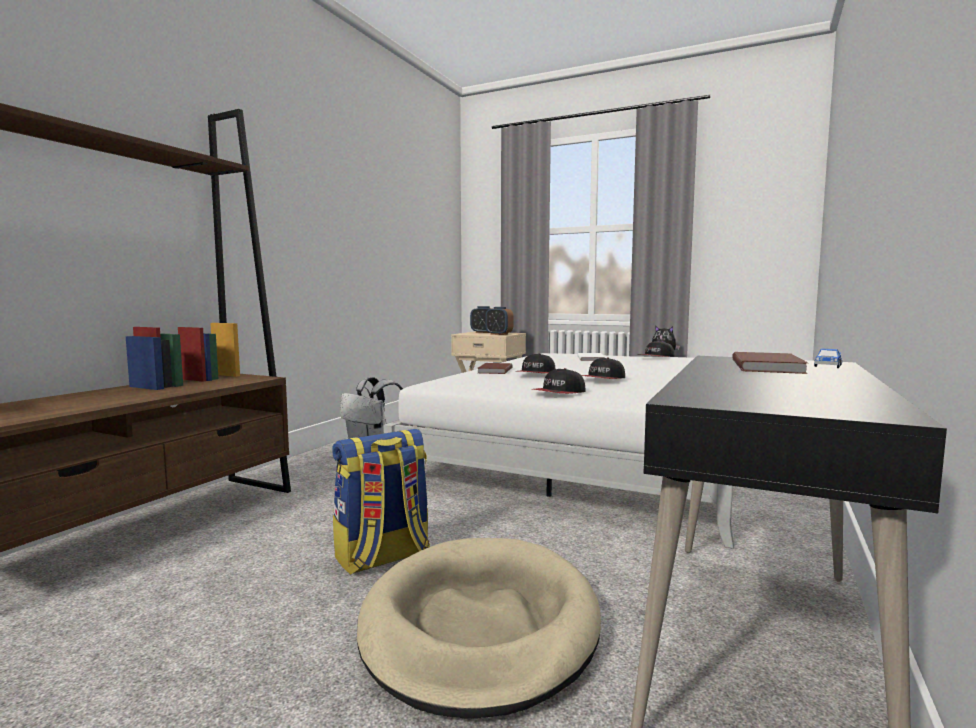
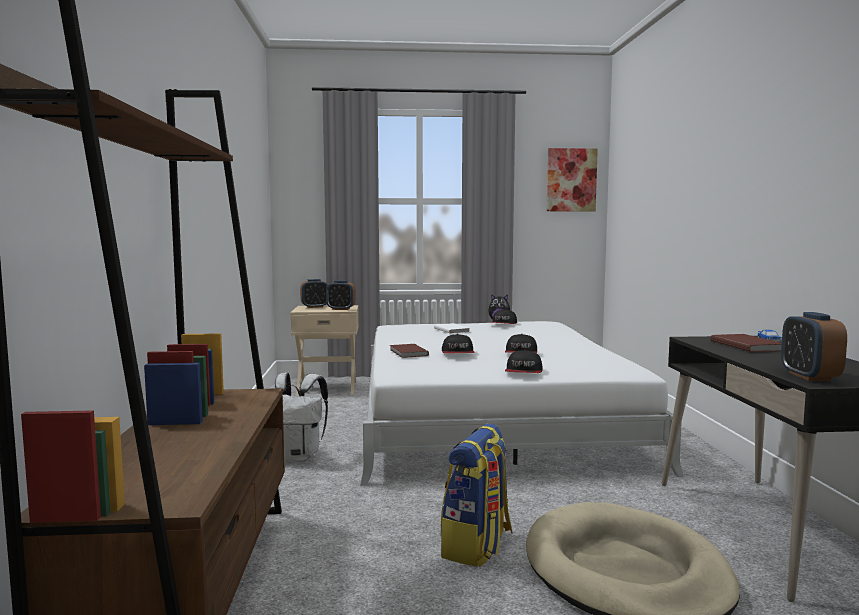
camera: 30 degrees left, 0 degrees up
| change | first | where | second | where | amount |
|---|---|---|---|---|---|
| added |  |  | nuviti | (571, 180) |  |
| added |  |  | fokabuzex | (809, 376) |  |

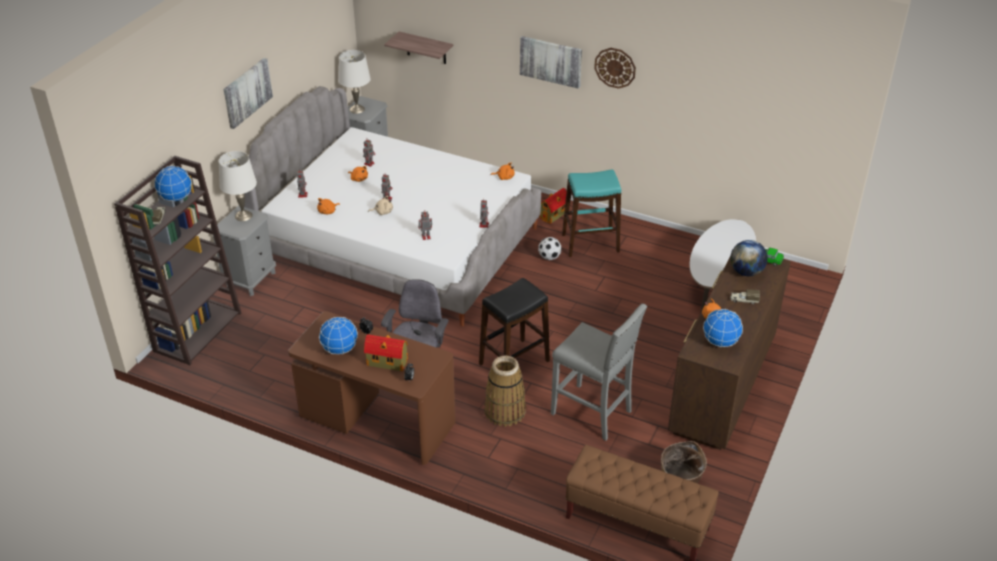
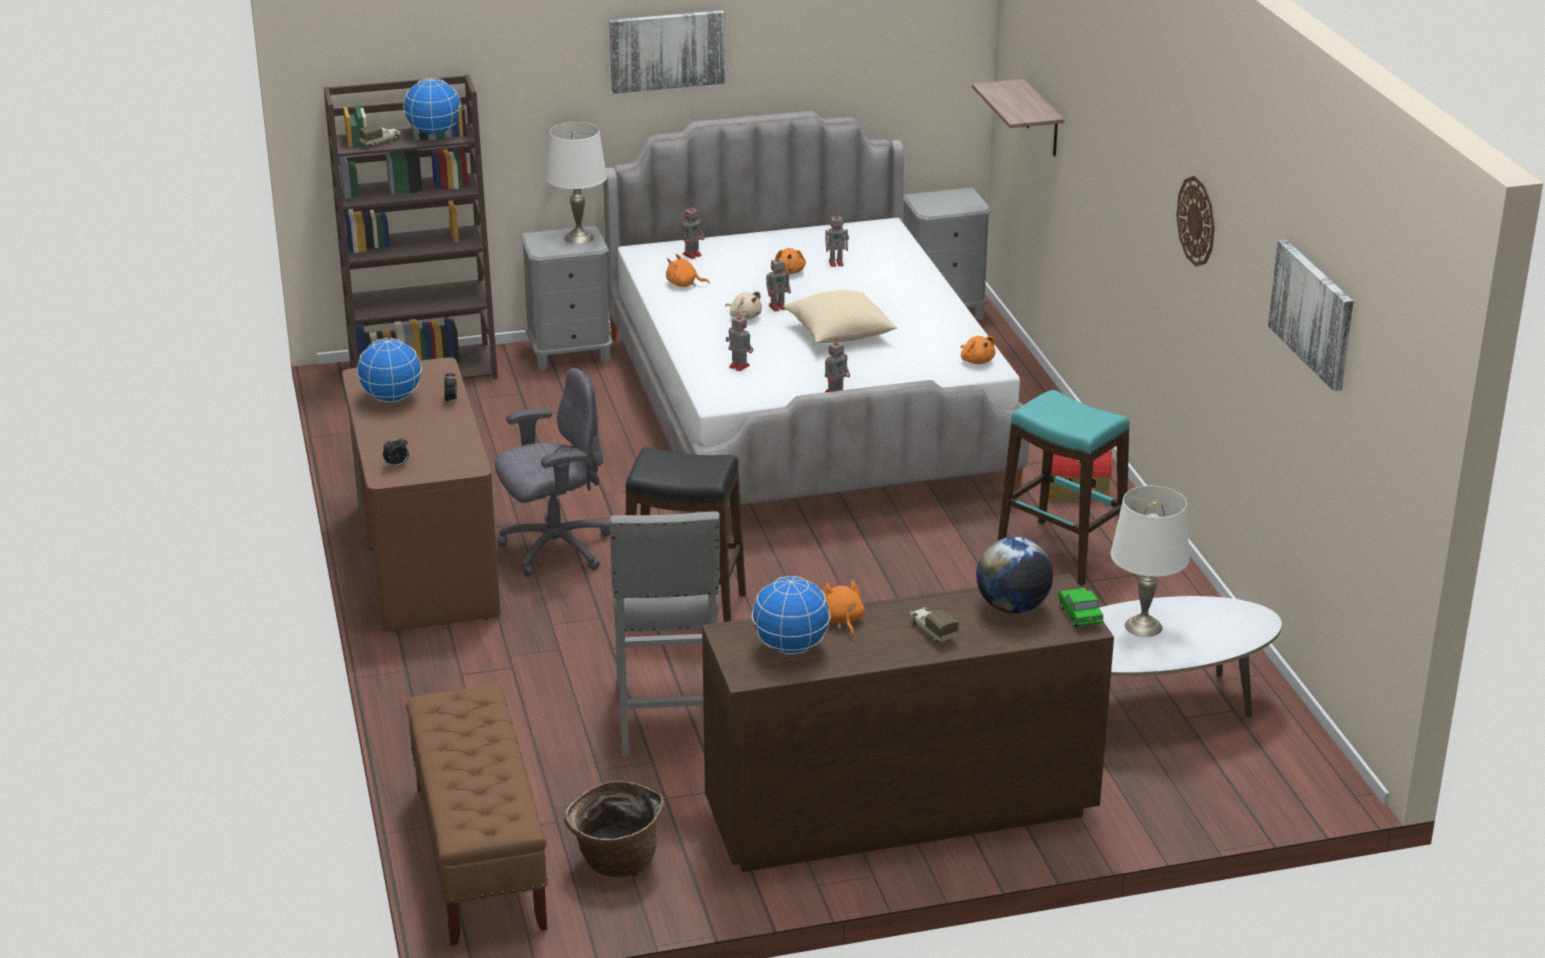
camera: 50 degrees right, 10 degrees down
| change | first | where | second | where | amount |
|---|---|---|---|---|---|
| moved | nuviti | (551, 61) |  | (1313, 313) |  |
| moved | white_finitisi | (357, 109) |  | (1143, 627) |  |
| removed | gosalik | (549, 257) |  |  |  |
| removed | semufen | (388, 362) |  |  |  |
| removed | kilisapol | (504, 411) |  |  |  |
| added |  |  | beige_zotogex | (839, 334) |  |

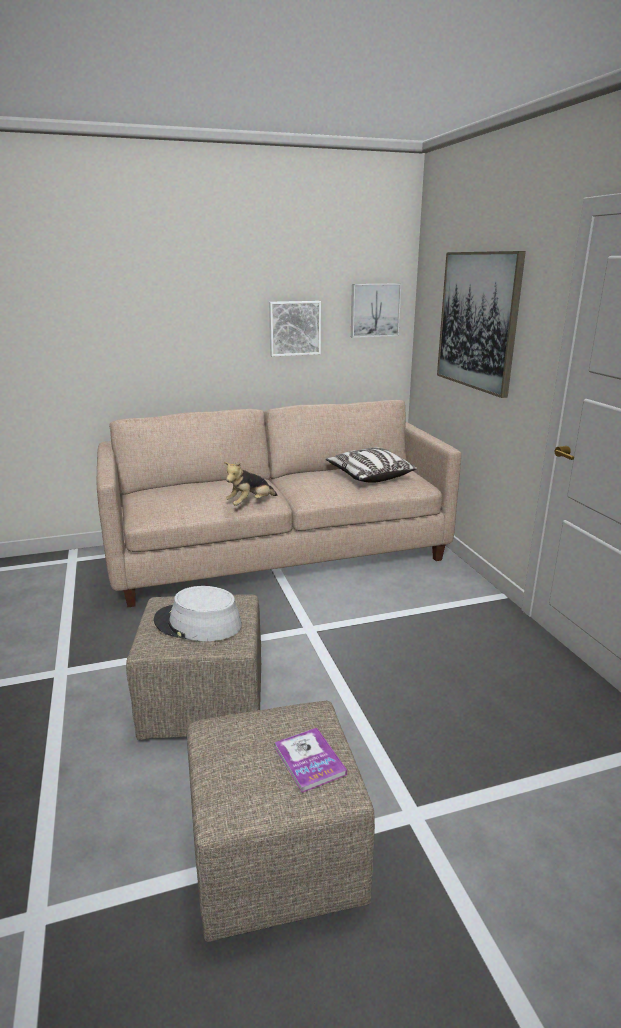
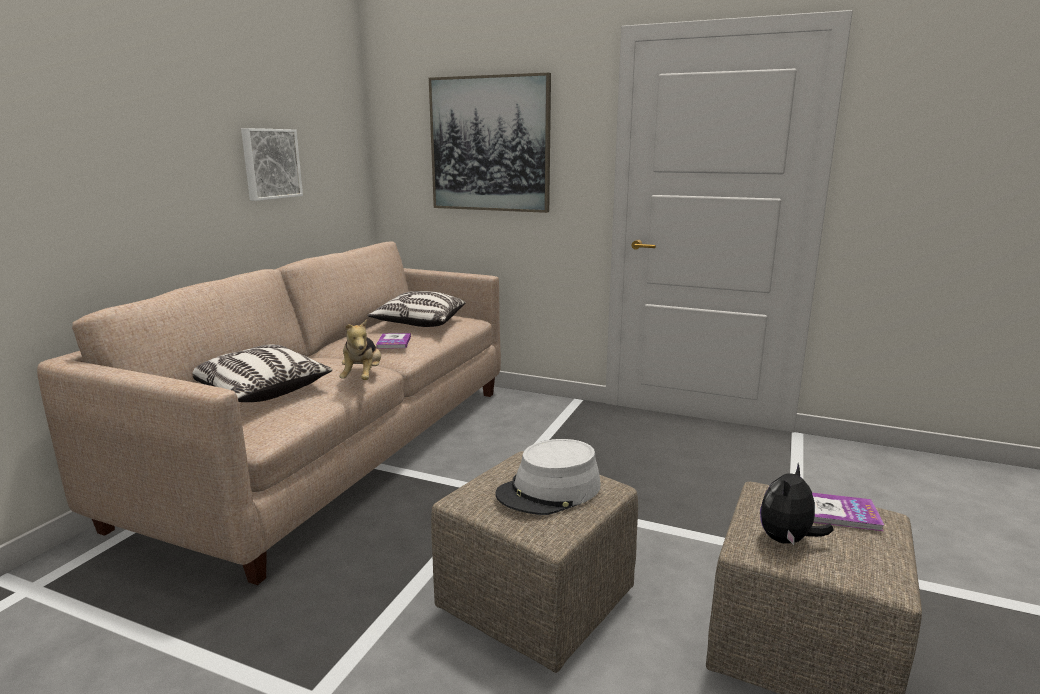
camera: 50 degrees left, 5 degrees down
| change | first | where | second | where | amount |
|---|---|---|---|---|---|
| removed | nuviti | (374, 310) |  |  |  |
| added |  |  | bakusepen | (394, 342) |  |
| added |  |  | zotogex | (259, 391) |  |
| added |  |  | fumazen | (787, 540) |  |

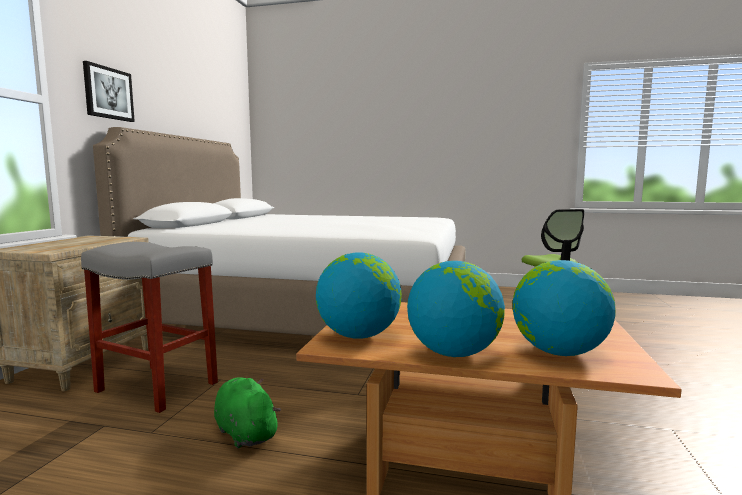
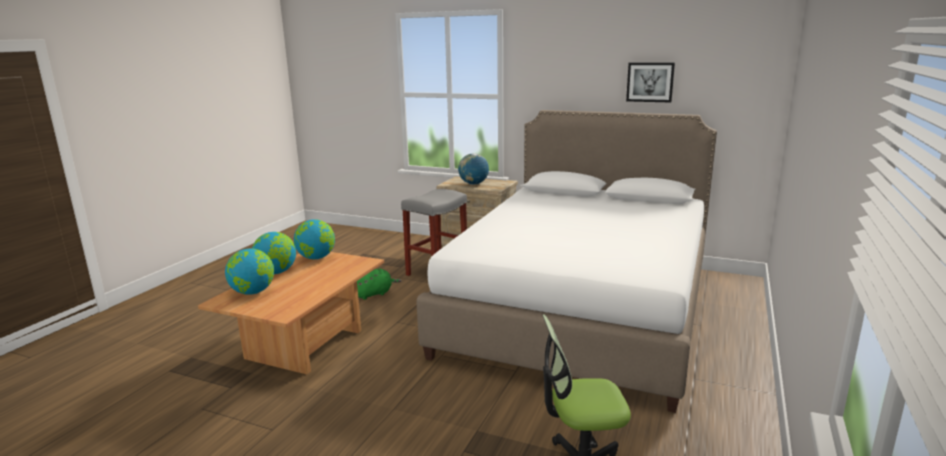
camera: 100 degrees right, 10 degrees up
| change | first | where | second | where | amount |
|---|---|---|---|---|---|
| moved | nuviti | (108, 93) |  | (650, 82) |  |
| added |  |  | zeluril | (473, 184) |  |

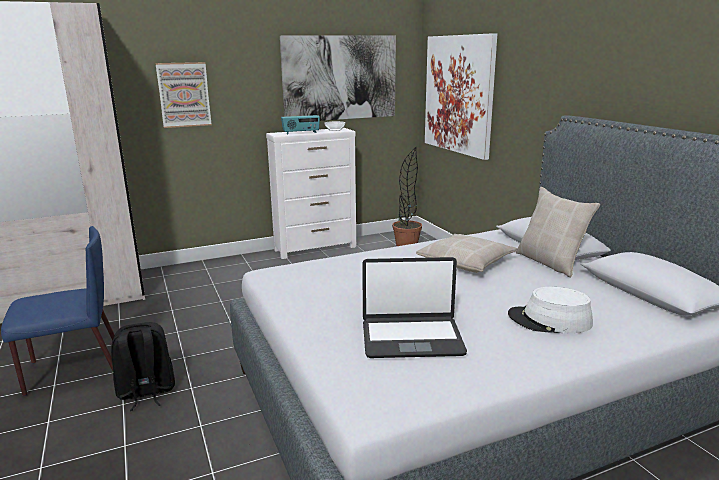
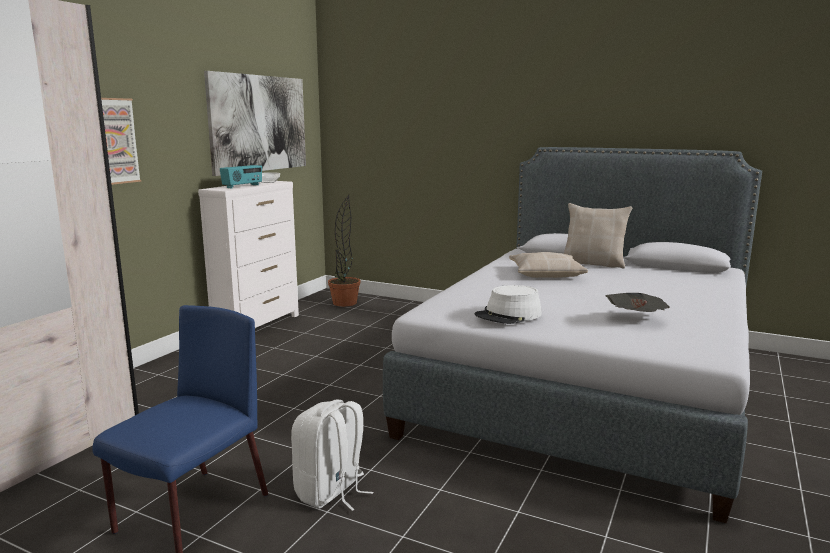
camera: 40 degrees left, 5 degrees down
| change | first | where | second | where | amount |
|---|---|---|---|---|---|
| removed | nuviti | (458, 94) |  |  |  |
| replaced | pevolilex | (411, 338) | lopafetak | (636, 319) |  |
| moved | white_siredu | (549, 320) |  | (508, 315) |  |
| recoloured | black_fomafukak | (146, 392) | white_fomafukak | (331, 492) |  |

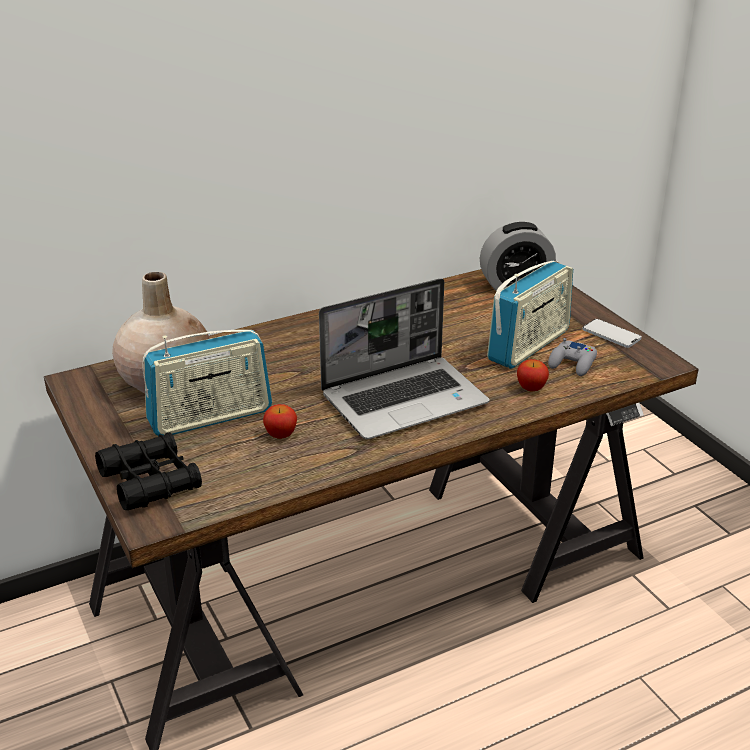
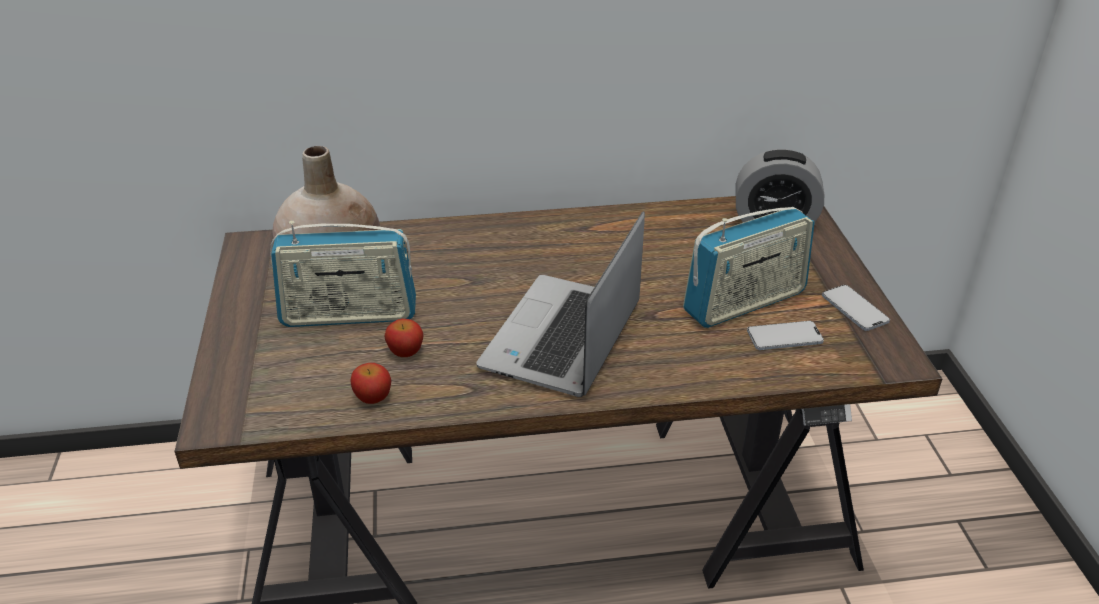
camera: 20 degrees right, 5 degrees up
| change | first | where | second | where | amount |
|---|---|---|---|---|---|
| turned | pevolilex | (405, 399) |  | (563, 339) | 120 degrees clockwise |
| replaced | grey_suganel | (572, 363) | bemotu | (784, 337) |  |
| moved | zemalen | (531, 388) |  | (372, 398) |  |
| removed | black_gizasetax | (150, 481) |  |  |  |

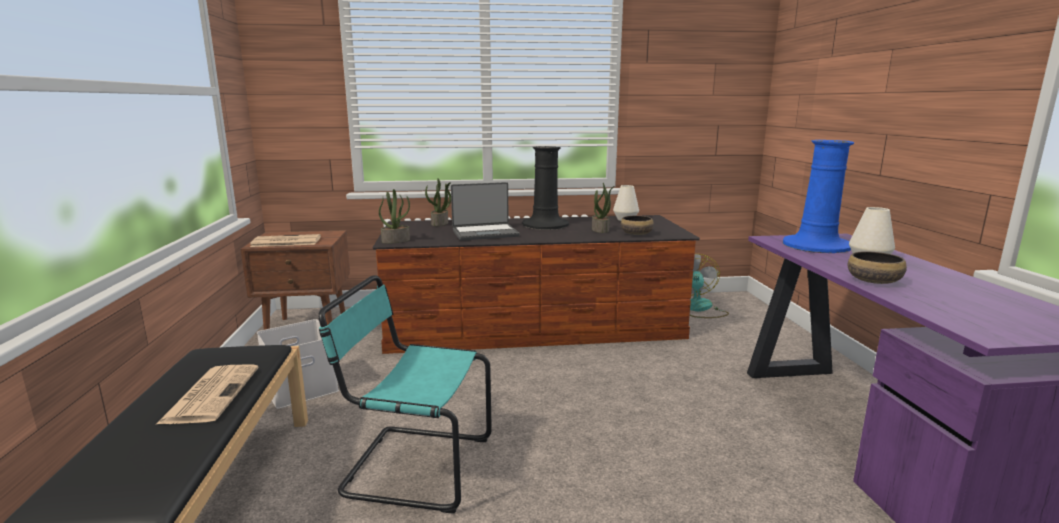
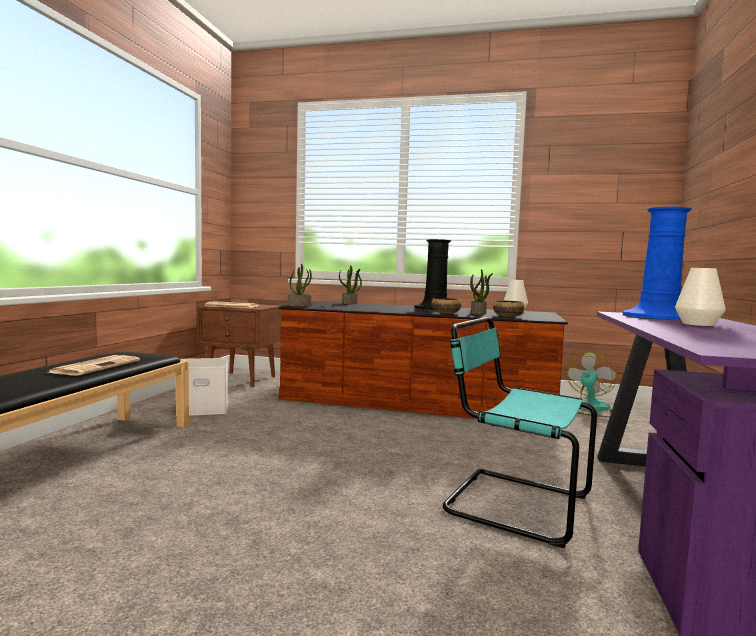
camera: 20 degrees right, 10 degrees down
| change | first | where | second | where | amount |
|---|---|---|---|---|---|
| removed | pevolilex | (485, 233) |  |  |  |
| moved | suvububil | (874, 281) |  | (445, 313) |  |
| moved | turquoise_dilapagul | (413, 466) |  | (511, 503) |  |

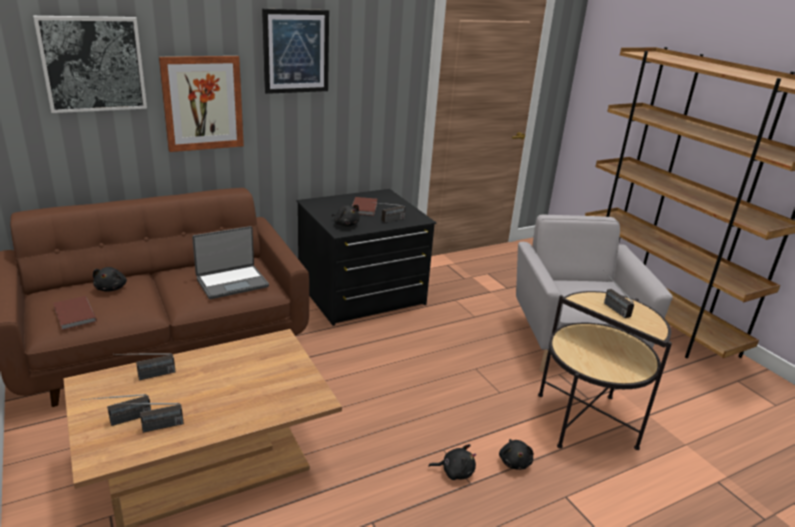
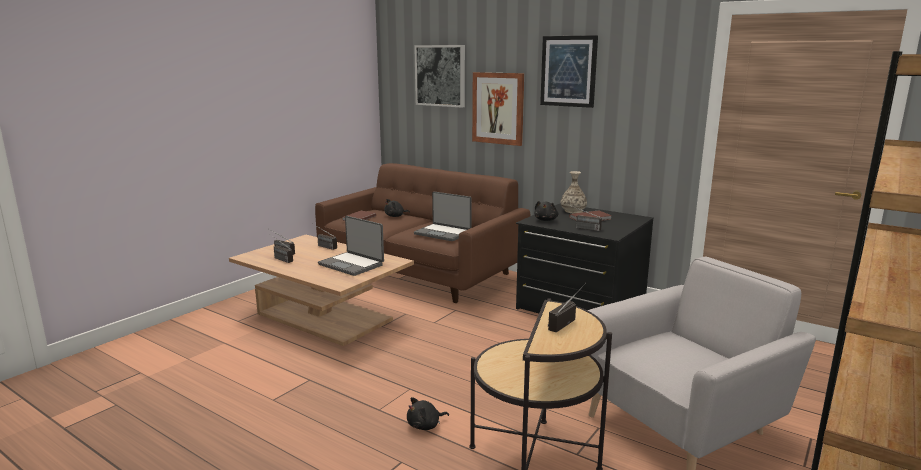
camera: 65 degrees right, 10 degrees down
| change | first | where | second | where | amount |
|---|---|---|---|---|---|
| removed | black_fumazen | (455, 471) |  |  |  |
| added |  |  | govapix | (573, 211) |  |
| added |  |  | pevolilex | (352, 264) |  |

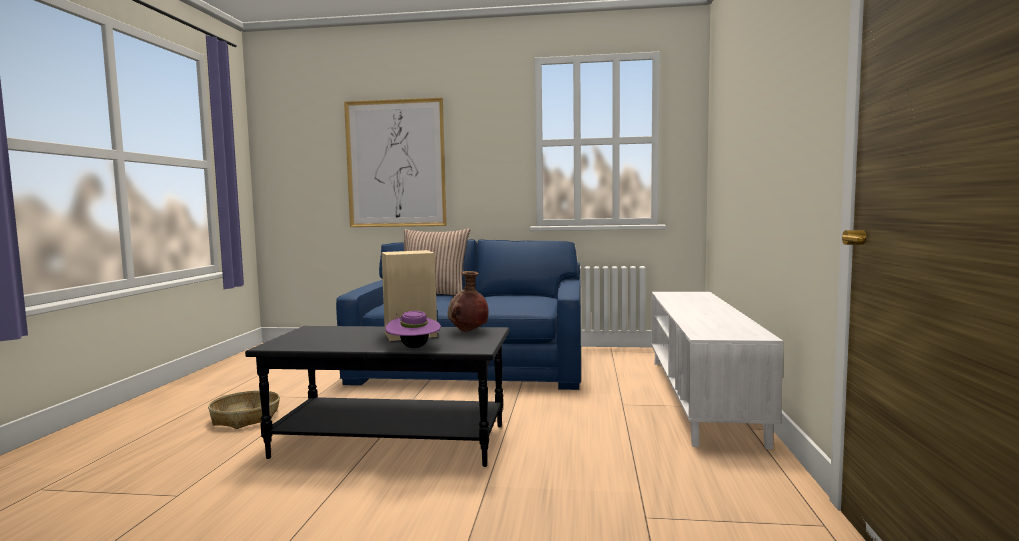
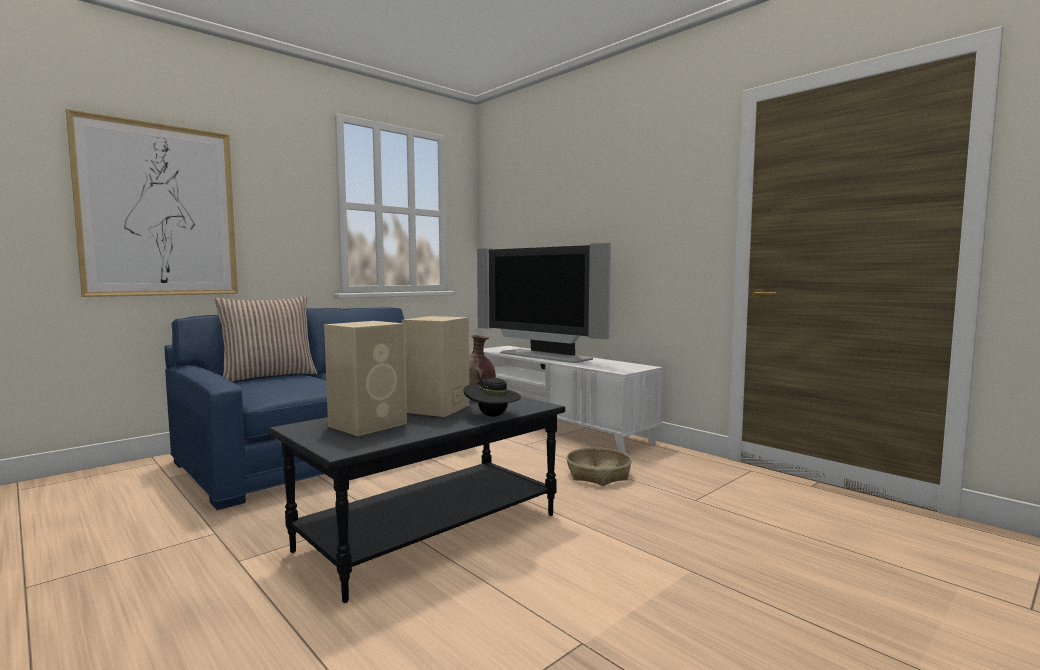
camera: 50 degrees left, 0 degrees up
| change | first | where | second | where | amount |
|---|---|---|---|---|---|
| recoloured | purple_siredu | (414, 347) | black_siredu | (492, 416) |  |
| moved | kilisapol | (246, 418) |  | (598, 474) |  |
| added |  |  | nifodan | (543, 356) |  |
| added |  |  | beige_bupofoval | (369, 424) |  |

